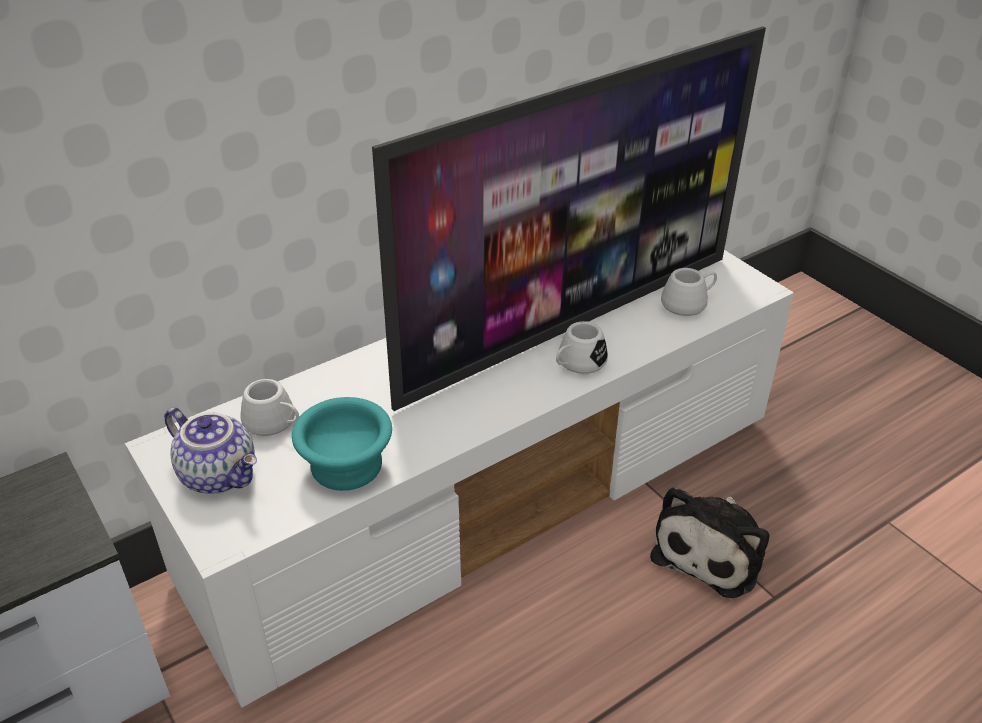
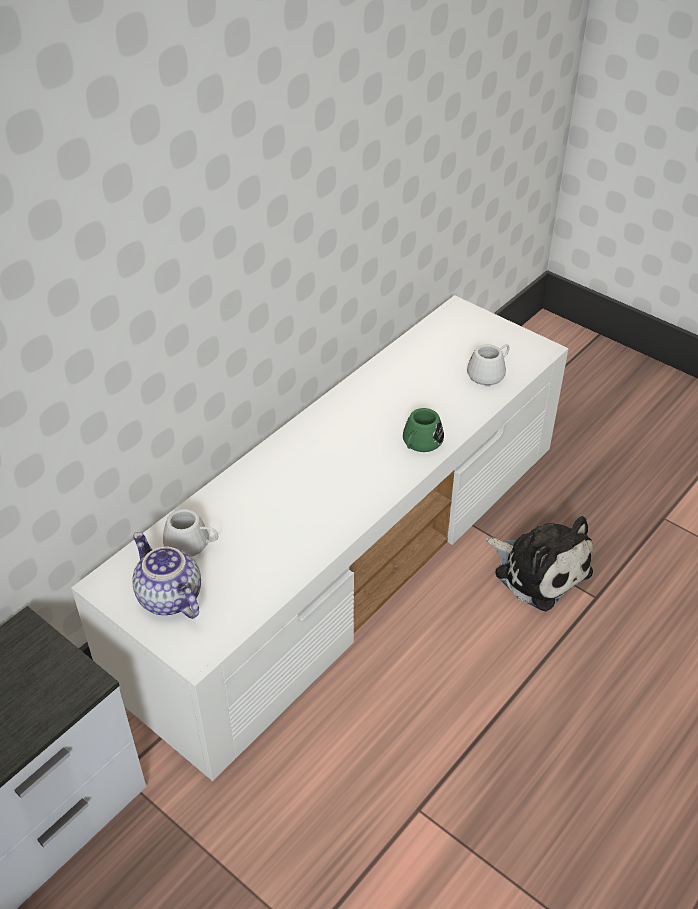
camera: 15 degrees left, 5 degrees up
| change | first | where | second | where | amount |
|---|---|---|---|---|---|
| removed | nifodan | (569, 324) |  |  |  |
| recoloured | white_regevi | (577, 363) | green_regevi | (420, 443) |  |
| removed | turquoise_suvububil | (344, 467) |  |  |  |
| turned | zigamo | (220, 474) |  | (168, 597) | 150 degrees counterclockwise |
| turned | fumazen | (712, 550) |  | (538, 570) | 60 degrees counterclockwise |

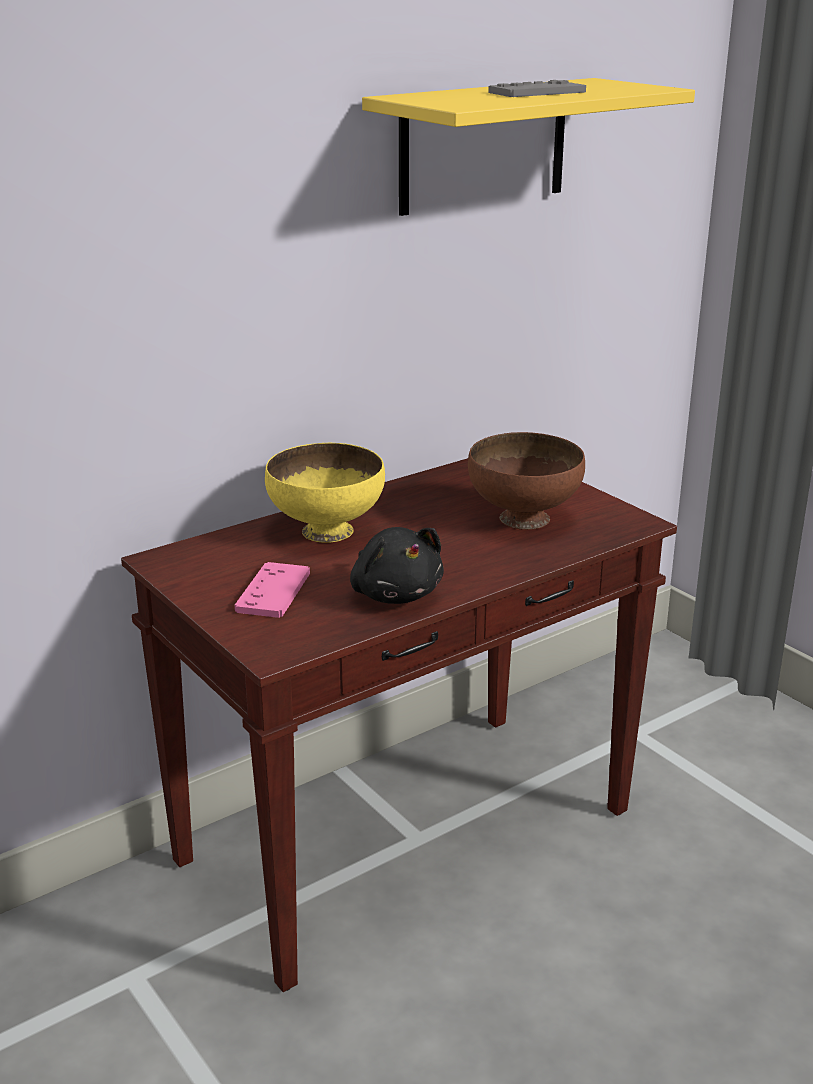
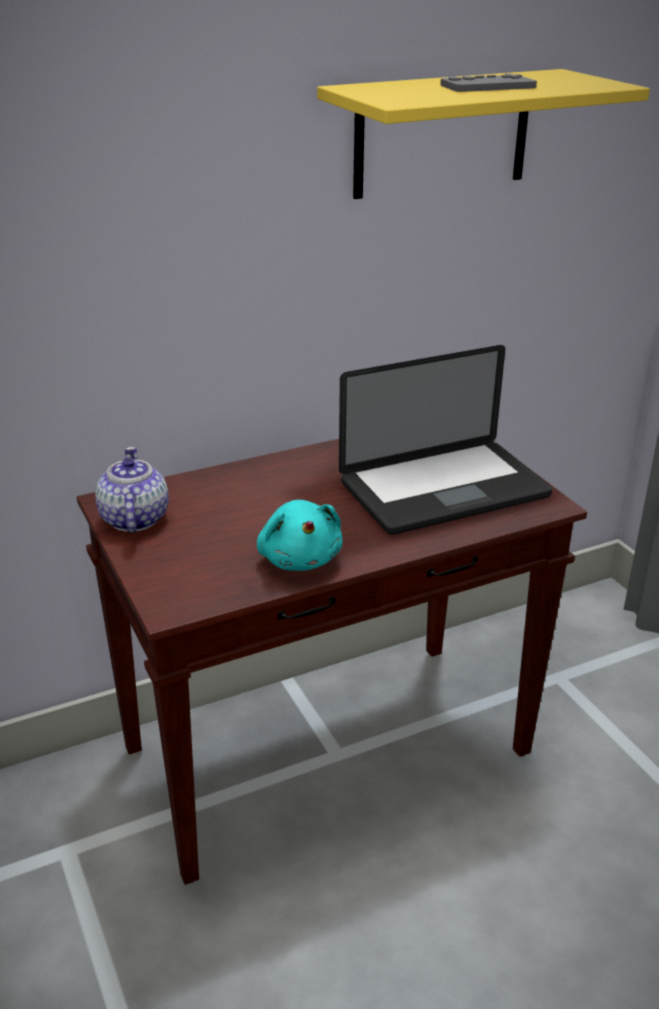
camera: 10 degrees right, 5 degrees up
| change | first | where | second | where | amount |
|---|---|---|---|---|---|
| replaced | brown_suvububil | (523, 518) | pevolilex | (444, 490) |  |
| removed | yellow_suvububil | (327, 530) |  |  |  |
| recoloured | black_fumazen | (395, 593) | turquoise_fumazen | (299, 558) |  |
| removed | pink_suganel | (273, 592) |  |  |  |
| added |  |  | zigamo | (133, 520) |  |

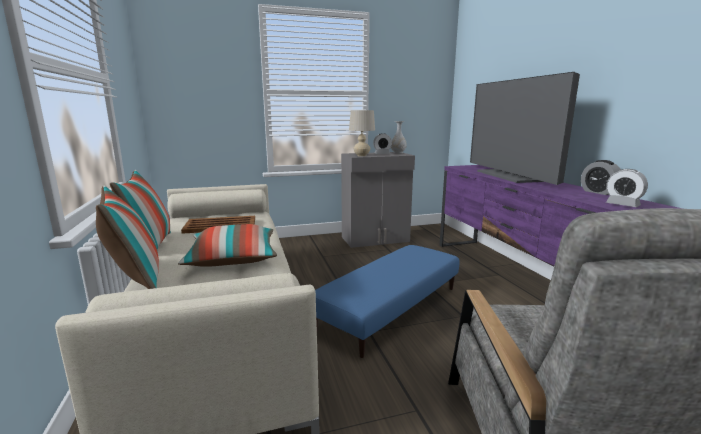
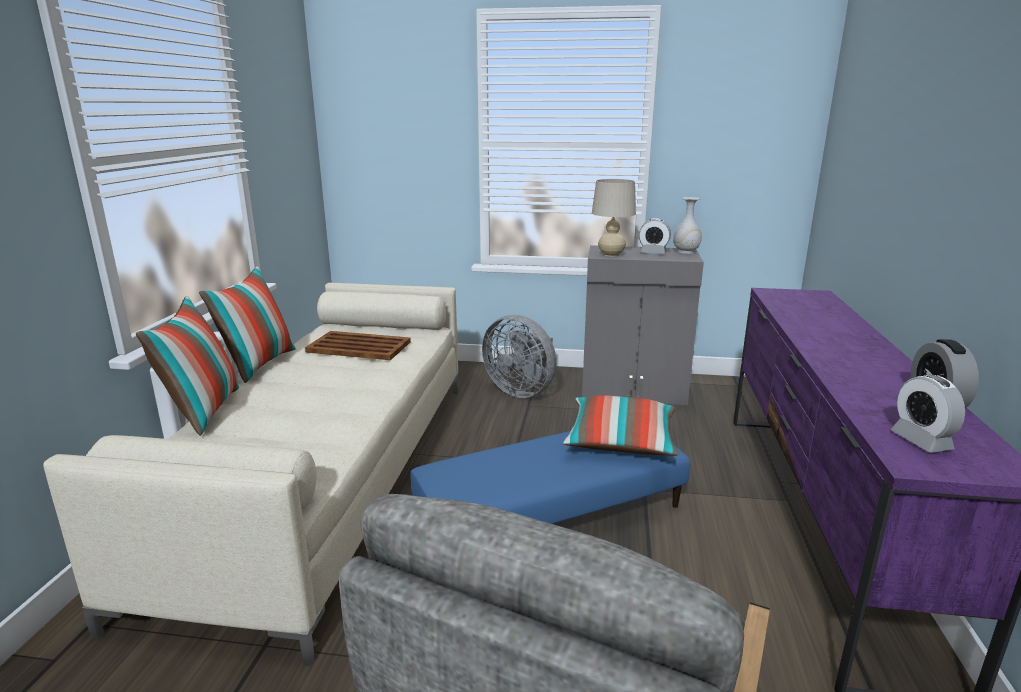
camera: 25 degrees right, 5 degrees up
| change | first | where | second | where | amount |
|---|---|---|---|---|---|
| removed | nifodan | (511, 176) |  |  |  |
| moved | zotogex | (233, 259) |  | (620, 441) |  |
| added |  |  | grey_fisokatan | (522, 391) |  |

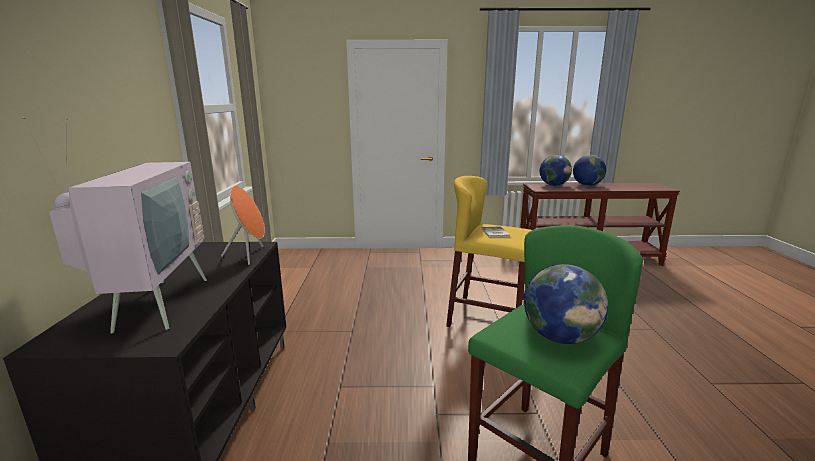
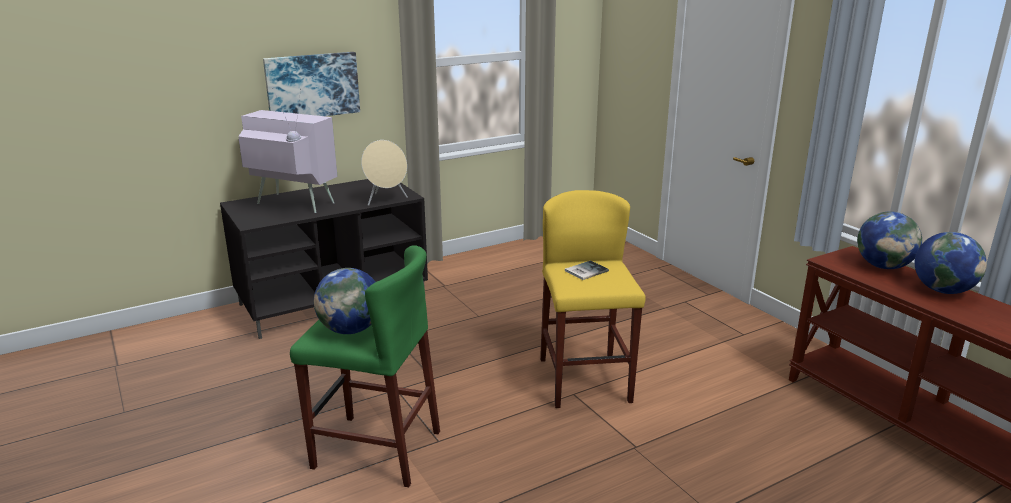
camera: 60 degrees right, 5 degrees up
| change | first | where | second | where | amount |
|---|---|---|---|---|---|
| turned | nifodan | (154, 303) |  | (291, 205) | 120 degrees counterclockwise |
| recoloured | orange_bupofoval | (250, 255) | beige_bupofoval | (386, 200) |  |
| added |  |  | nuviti | (312, 85) |  |

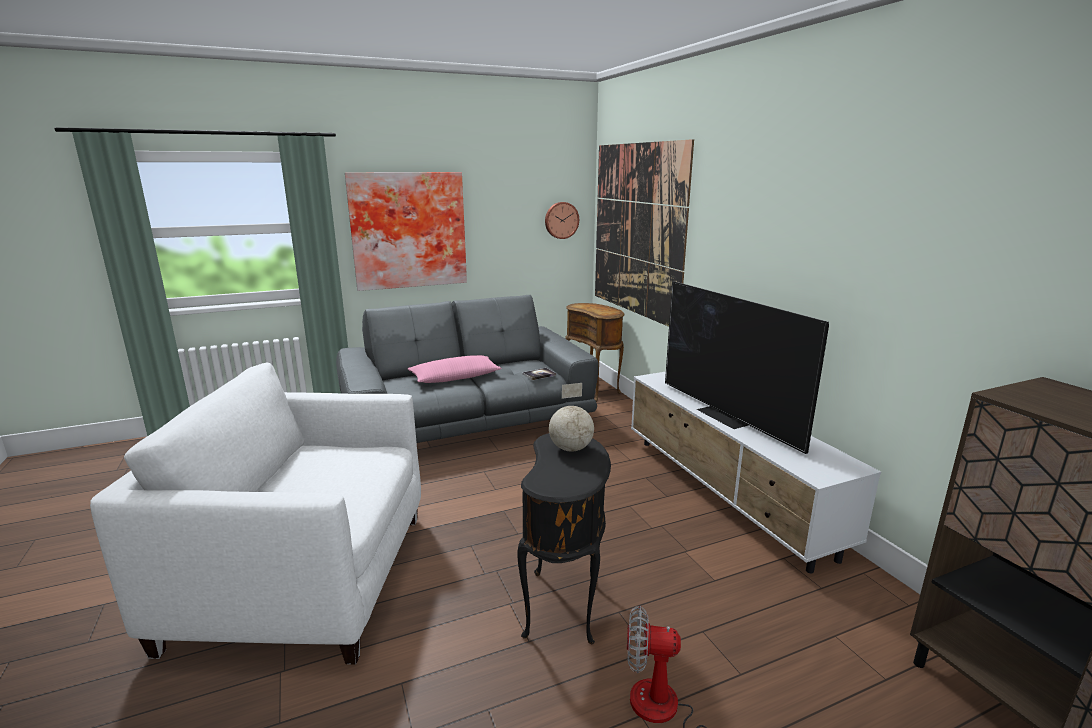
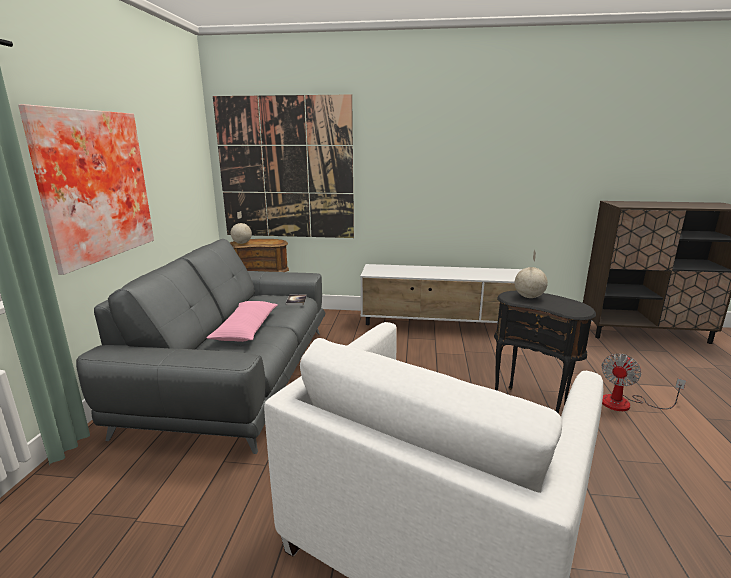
camera: 60 degrees left, 0 degrees up
| change | first | where | second | where | amount |
|---|---|---|---|---|---|
| removed | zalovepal | (561, 220) |  |  |  |
| removed | nifodan | (726, 416) |  |  |  |
| added |  |  | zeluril | (241, 243) |  |

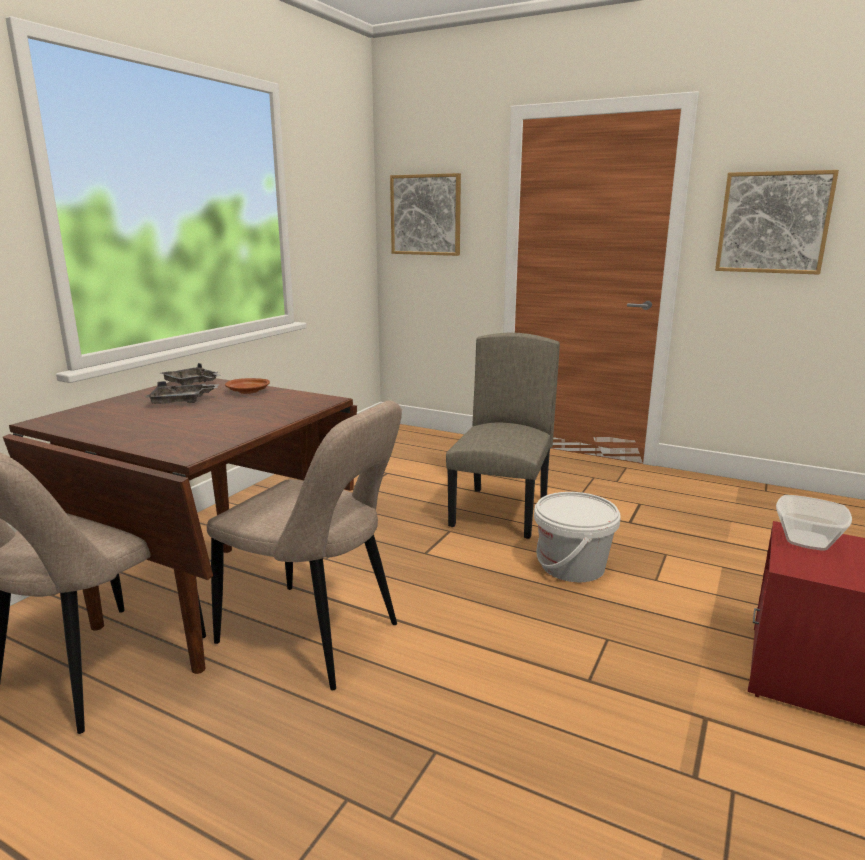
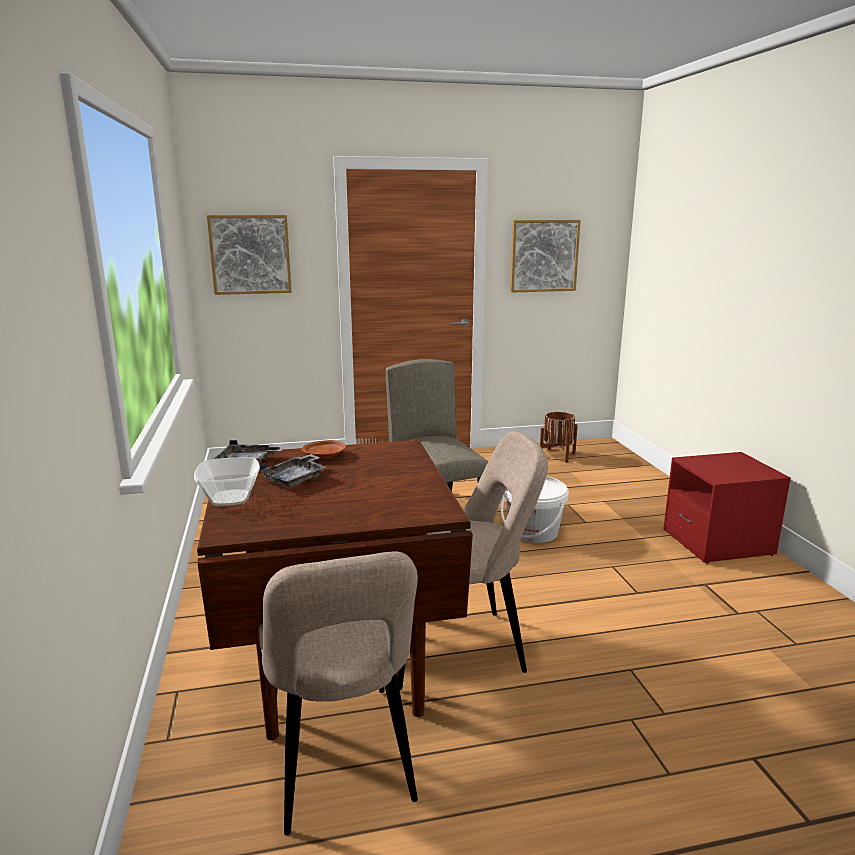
camera: 40 degrees left, 0 degrees up
| change | first | where | second | where | amount |
|---|---|---|---|---|---|
| moved | suvububil | (806, 540) |  | (229, 499) |  |
| added |  |  | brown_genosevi | (557, 455) |  |

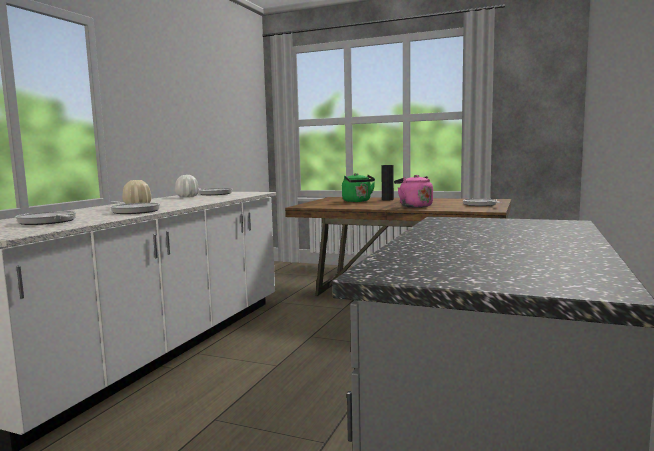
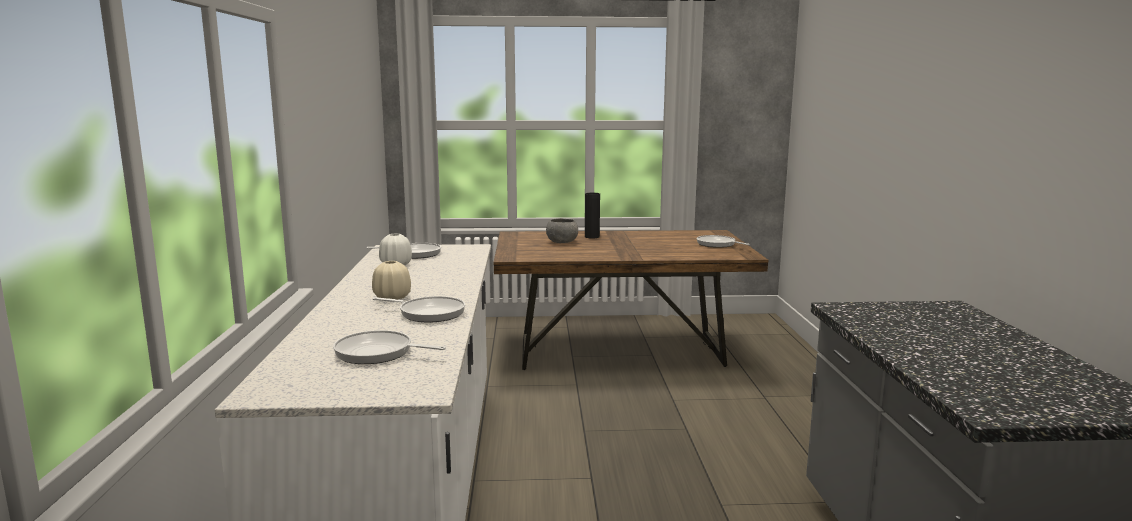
camera: 25 degrees left, 5 degrees up
| change | first | where | second | where | amount |
|---|---|---|---|---|---|
| replaced | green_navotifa | (357, 201) | grey_suvububil | (562, 242) |  |
| removed | pink_navotifa | (414, 206) |  |  |  |

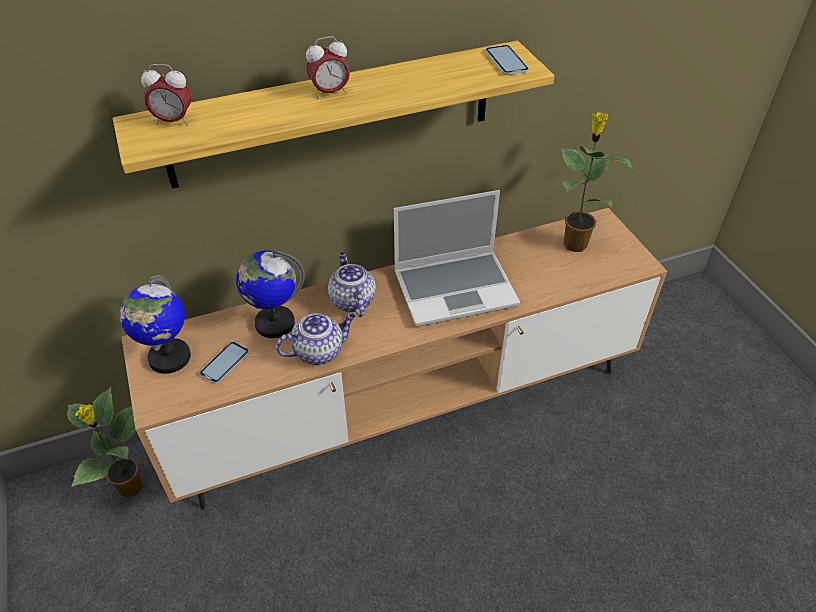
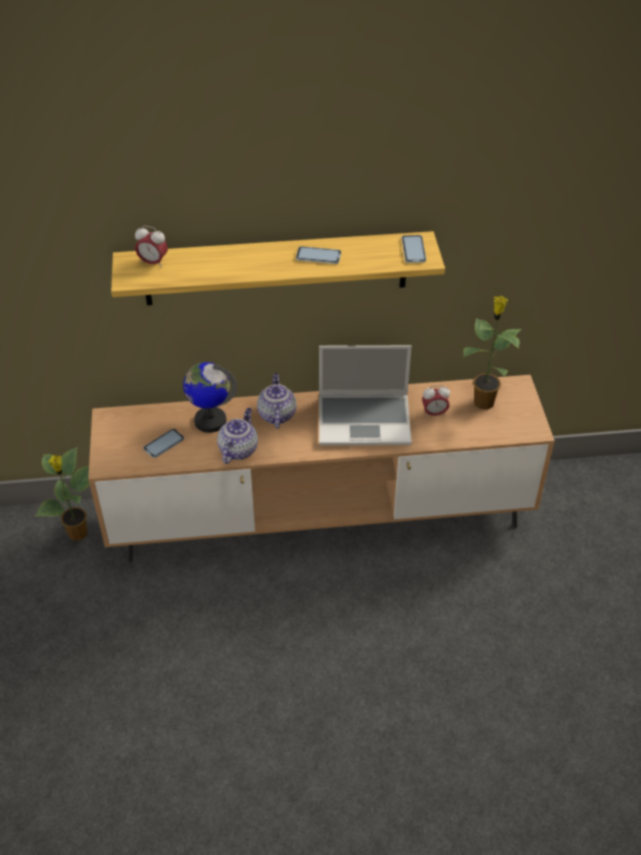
camera: 15 degrees right, 0 degrees up
| change | first | where | second | where | amount |
|---|---|---|---|---|---|
| moved | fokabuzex | (330, 93) |  | (434, 413) |  |
| removed | zeluril | (169, 358) |  |  |  |
| turned | zigamo | (319, 351) |  | (238, 449) | 60 degrees counterclockwise |
| added |  |  | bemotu | (318, 256) |  |

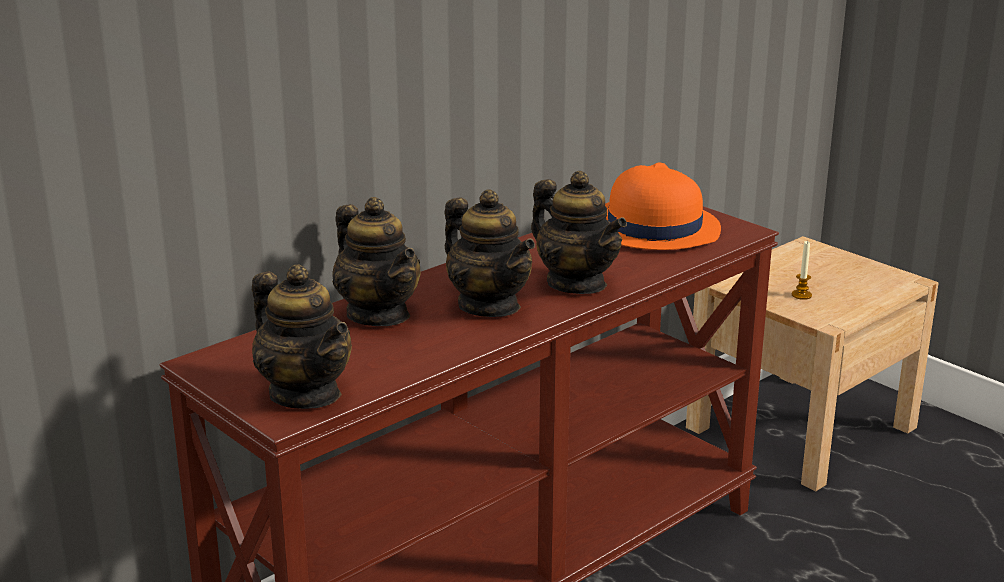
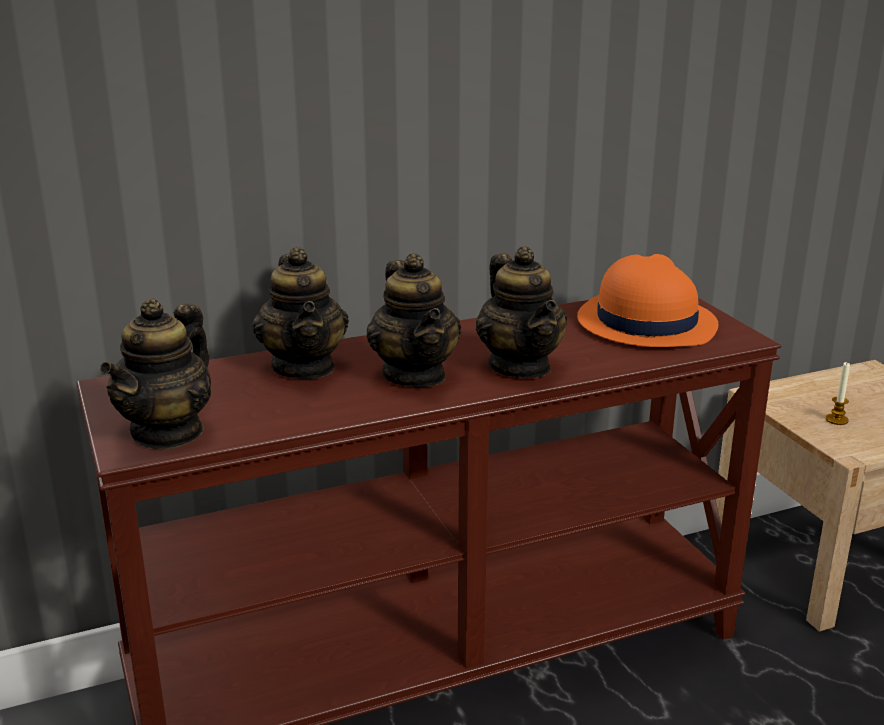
camera: 20 degrees right, 0 degrees up
| change | first | where | second | where | amount |
|---|---|---|---|---|---|
| turned | zigamo | (305, 394) |  | (168, 432) | 45 degrees clockwise |

